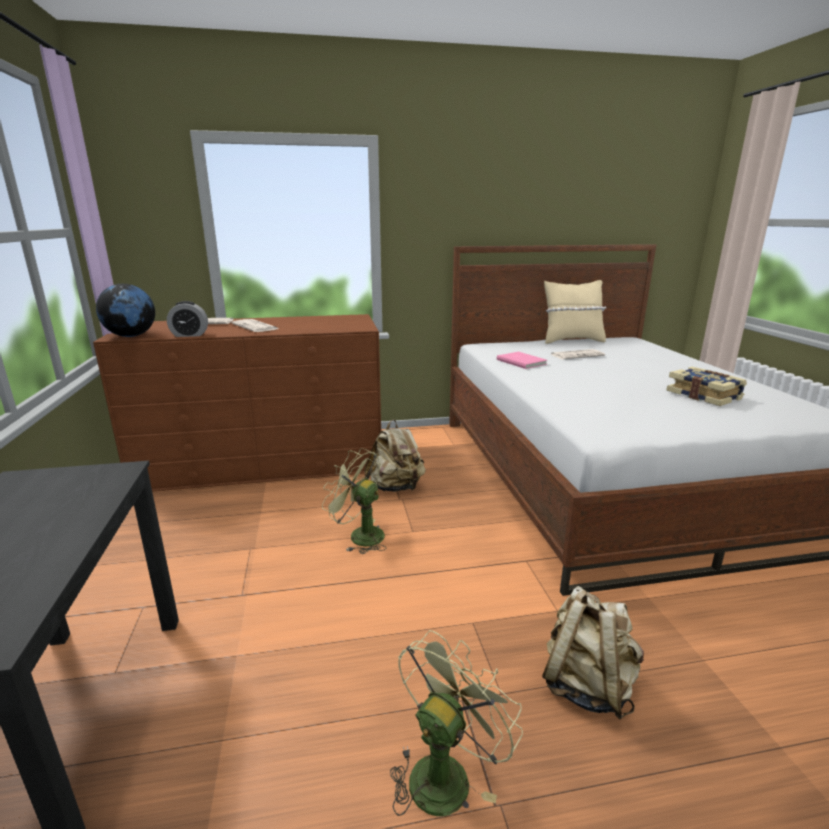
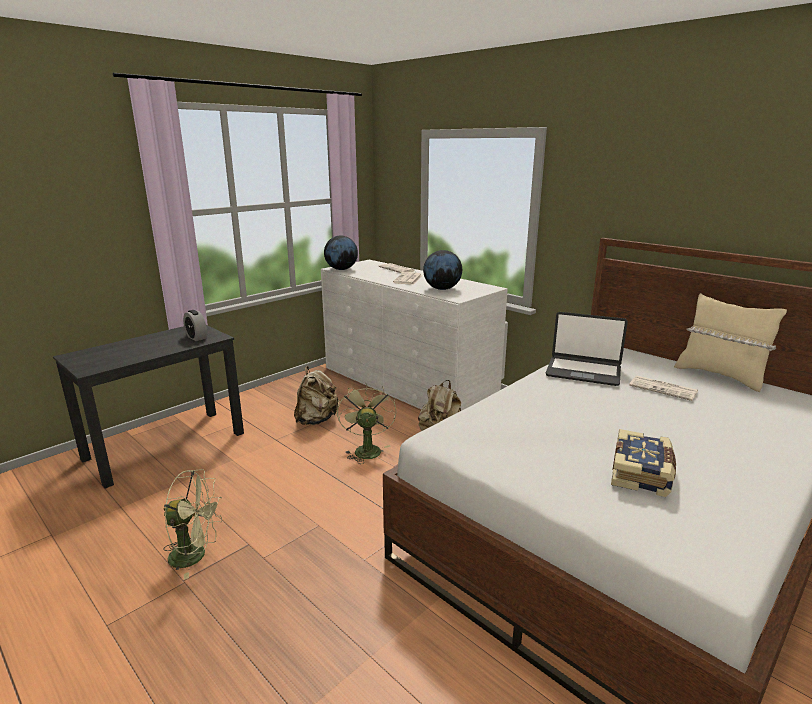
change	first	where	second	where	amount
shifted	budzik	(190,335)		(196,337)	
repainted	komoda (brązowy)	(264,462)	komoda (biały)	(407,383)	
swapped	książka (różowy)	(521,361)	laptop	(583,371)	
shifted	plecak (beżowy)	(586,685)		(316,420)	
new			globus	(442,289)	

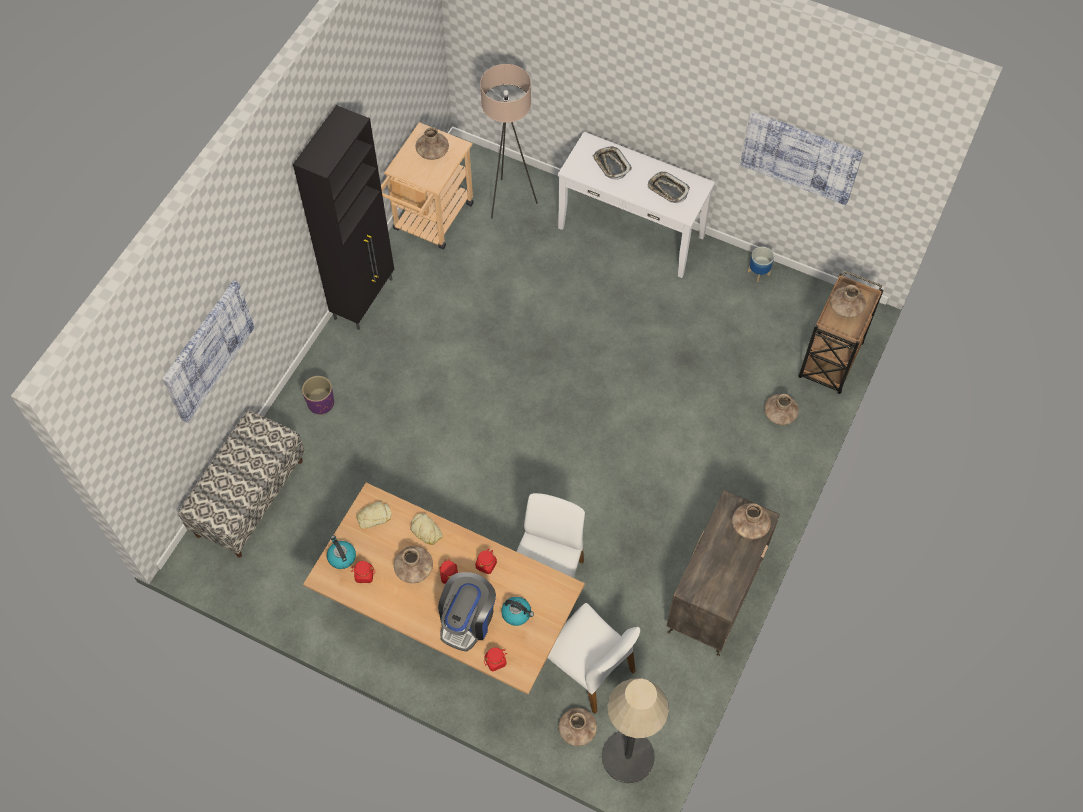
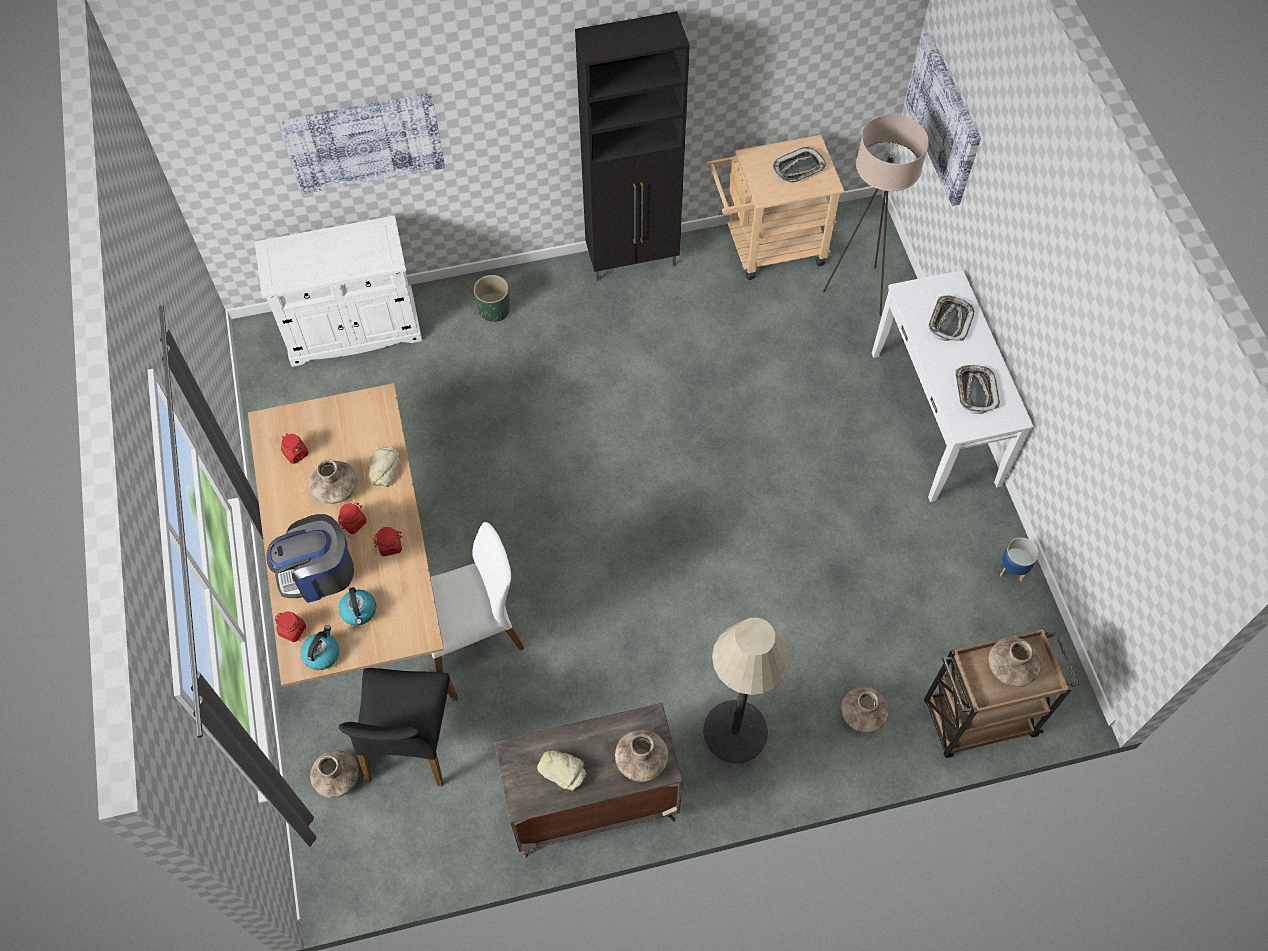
change	first	where	second	where	amount
shifted	obraz	(801,156)		(945,118)	
swapped	wazon (brązowy)	(432,152)	taca	(799,168)	
repainted	donica (fioletowy)	(320,403)	donica (zielony)	(494,309)	
swapped	ławka	(249,497)	szafka (biały)	(353,329)	
shifted	chleb	(374,516)		(562,770)	
shifted	czajnik	(341,557)		(322,653)	
repainted	krzesło (biały)	(588,668)	krzesło (czarny)	(410,740)	
shifted	lampa stojąca	(627,756)		(735,731)	

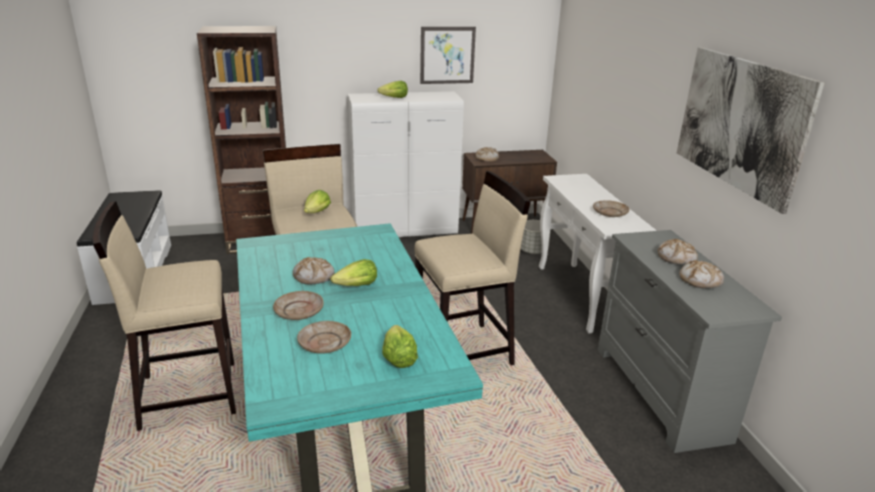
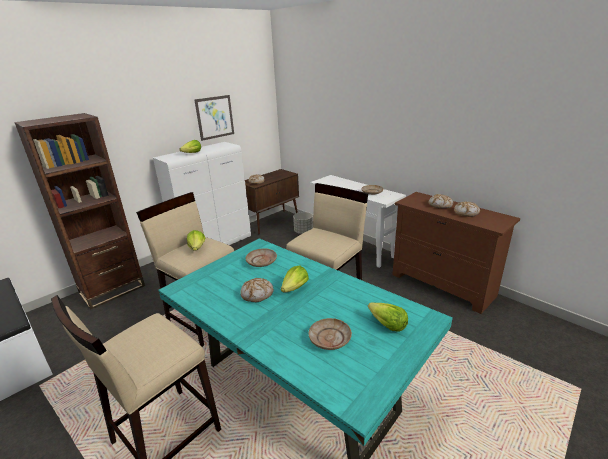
change	first	where	second	where	amount
gone	obraz	(740,123)			
repainted	komoda (szary)	(660,392)	komoda (brązowy)	(442,285)	
shifted	talerz (beżowy)	(299,311)		(261,261)	

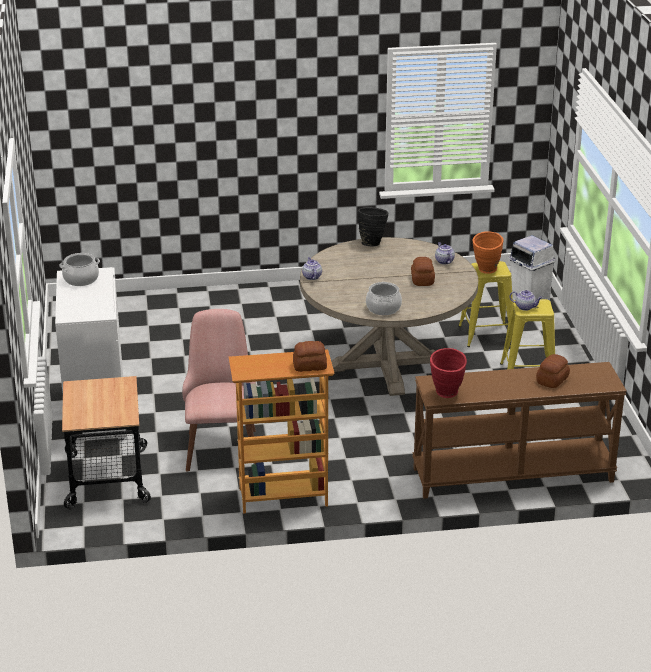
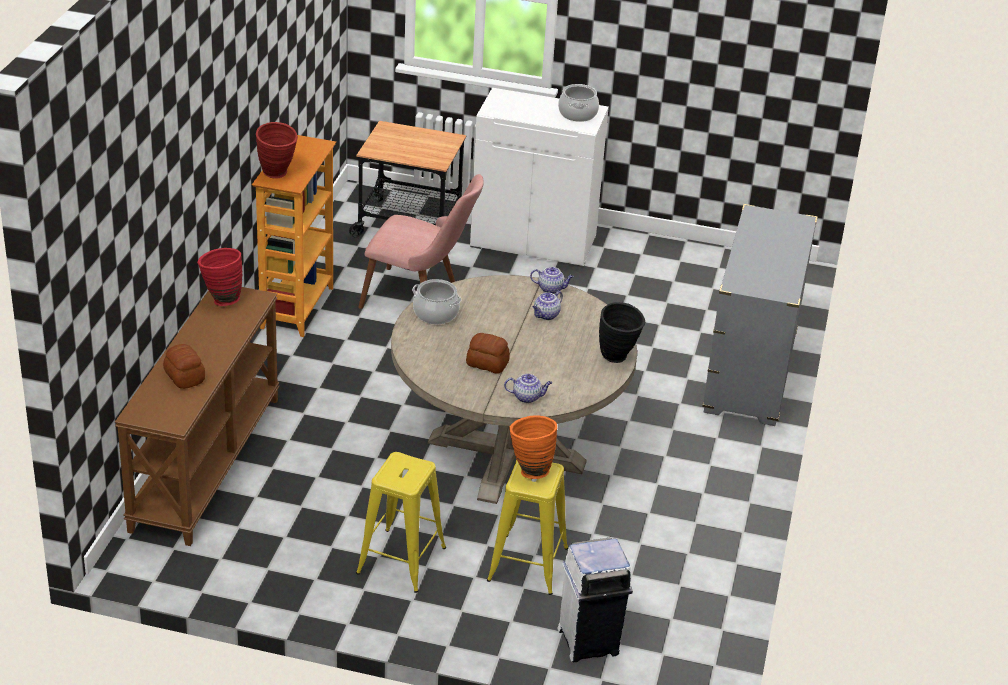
change	first	where	second	where	amount
shifted	imbryk	(525,307)		(546,315)	
swapped	chleb	(309,366)	wazon (czerwony)	(278,175)	
new			komoda (szary)	(750,373)	

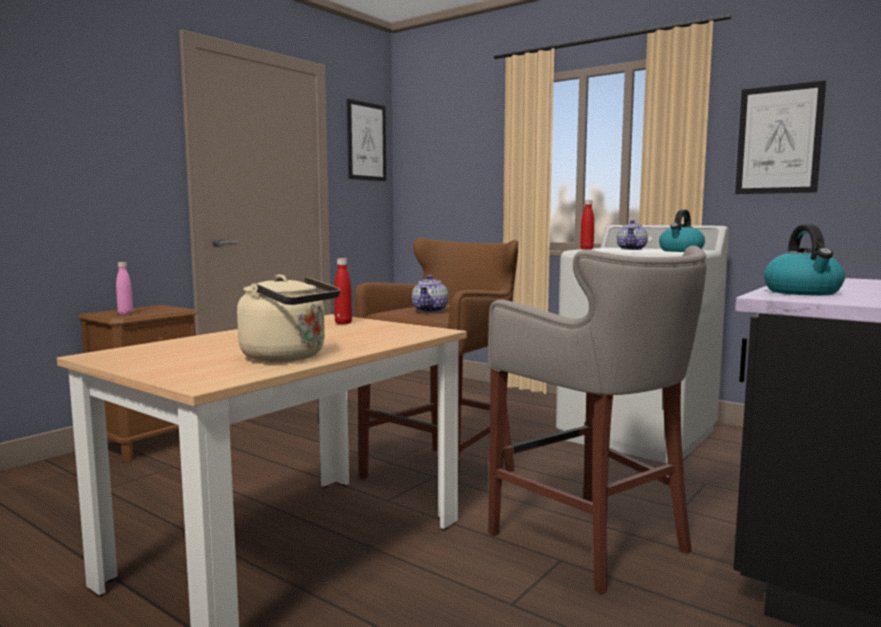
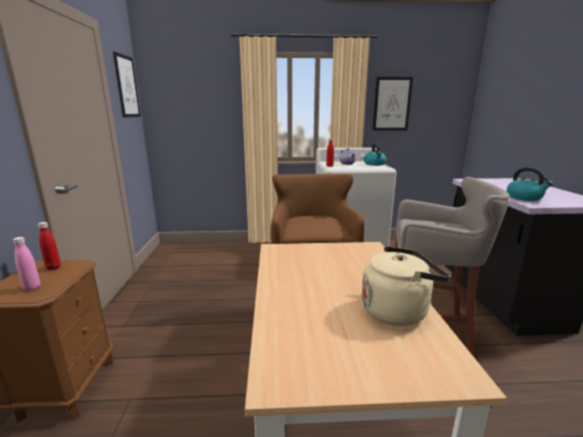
change	first	where	second	where	amount
shifted	butelka (czerwony)	(343,323)		(53,267)	
gone	imbryk	(430,310)			

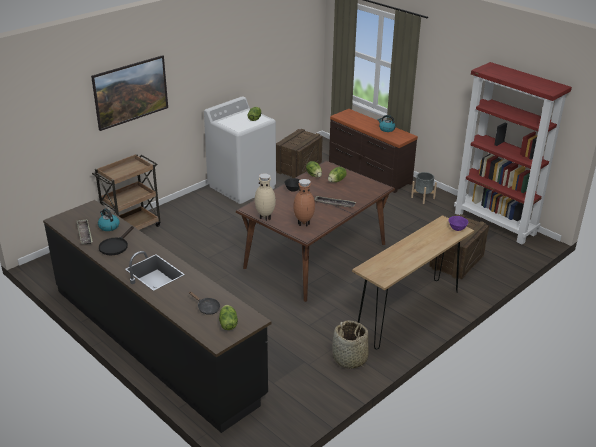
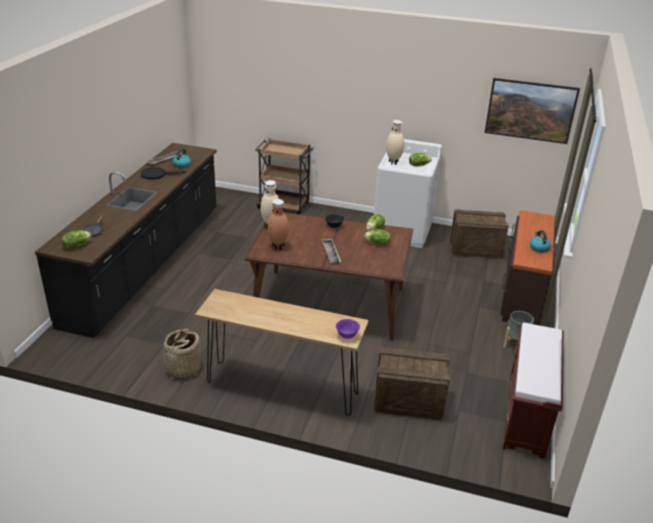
change	first	where	second	where	amount
shifted	obraz	(132,105)		(527,124)	
swapped	regał (czerwony)	(495,223)	ławka (brązowy)	(526,416)	
new			wazon (beżowy)	(394,162)	

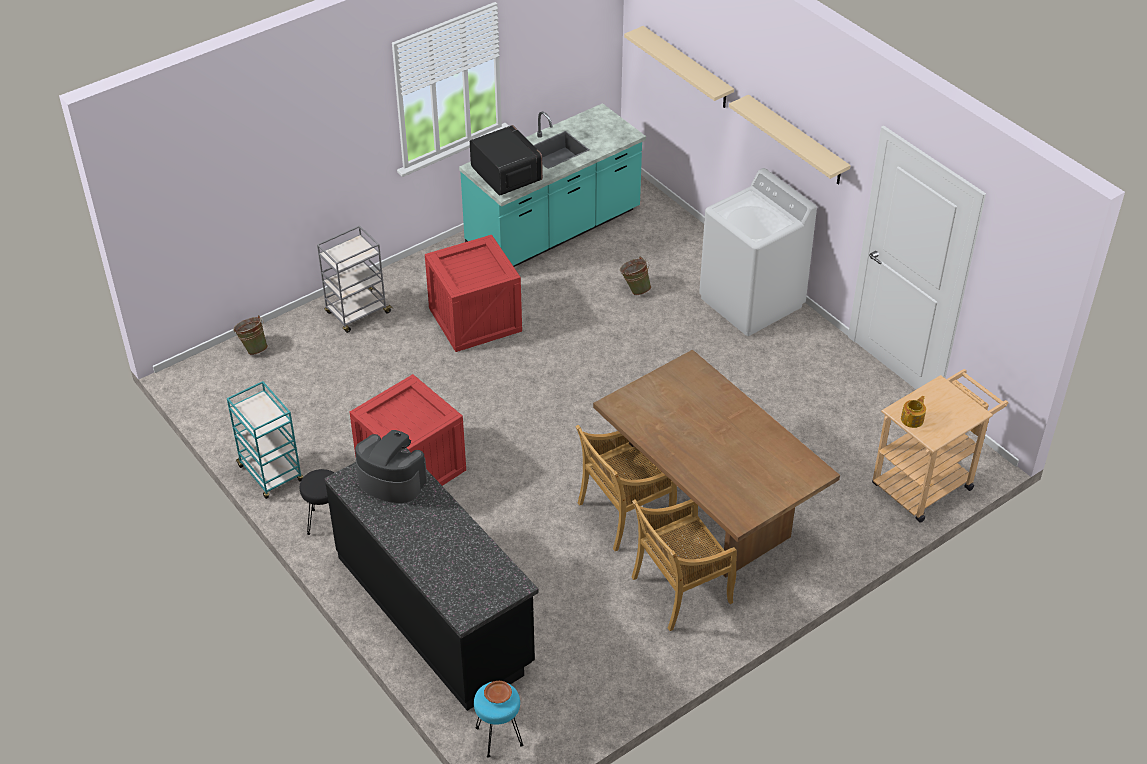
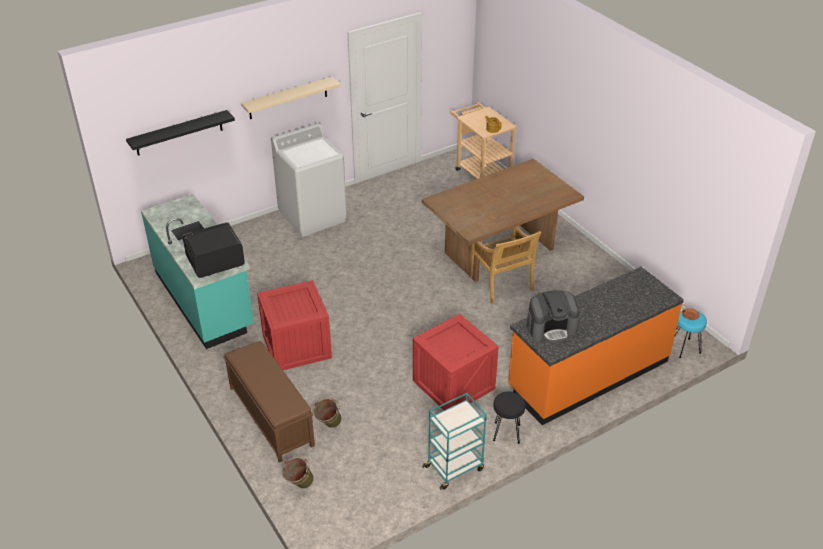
change	first	where	second	where	amount
repainted	półka (beżowy)	(687,68)	półka (czarny)	(179,133)	
swapped	wózek (szary)	(357,313)	ławka (brązowy)	(270,416)	
shifted	wiadro (zielony)	(635,289)		(328,425)	
rotated	ekspres do kawy	(391,480)		(551,328)	135 degrees counterclockwise
repainted	zabudowa kuchenna (czarny)	(435,610)	zabudowa kuchenna (pomarańczowy)	(587,374)	
gone	krzesło (beżowy)	(680,591)			

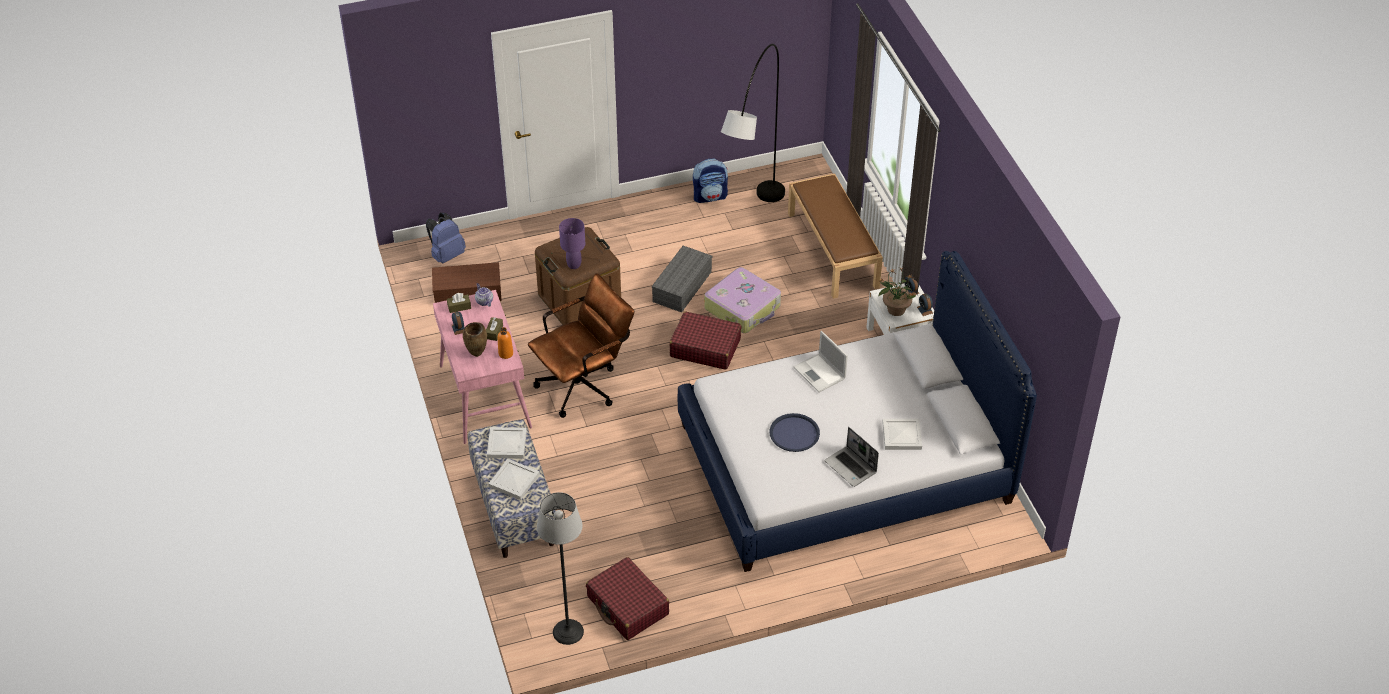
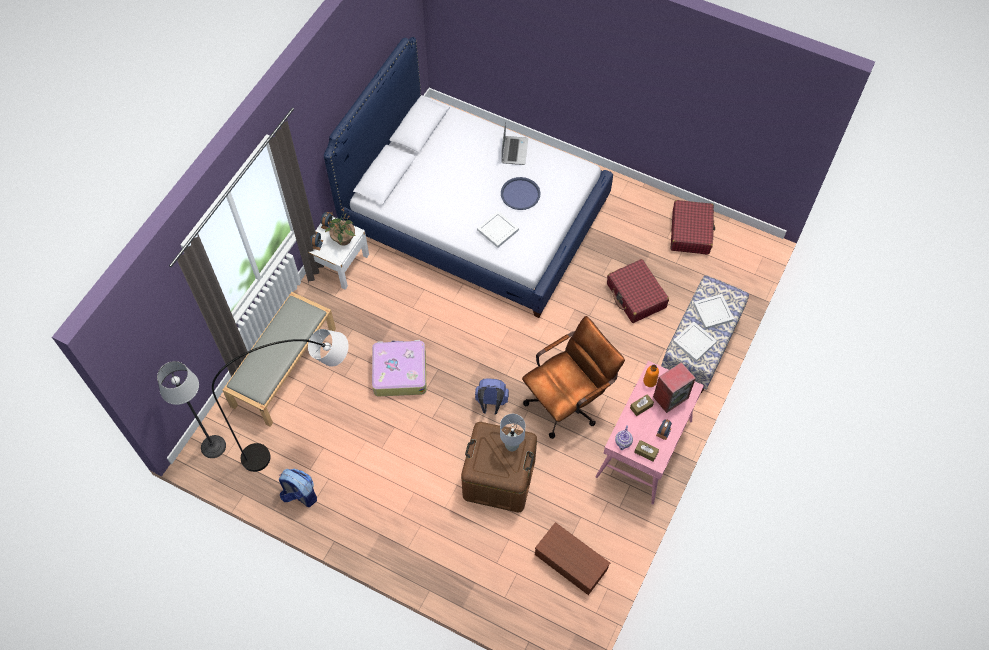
change	first	where	second	where	amount
repainted	ławka (brązowy)	(833,250)	ławka (szary)	(284,366)	
shifted	plecak (niebieski)	(446,255)		(491,404)	
repainted	lampa stołowa (fioletowy)	(574,265)	lampa stołowa (szary)	(511,446)	
gone	pojemnik do przechowywania (szary)	(682,285)			
rotated	krzesło biurowe (brązowy)	(584,384)		(568,401)	135 degrees clockwise
shifted	walizka (czerwony)	(705,348)		(636,296)	
swapped	wazon (brązowy)	(477,355)	głośnik	(670,397)	
gone	laptop	(820,373)			
shifted	taca (biały)	(902,435)		(497,230)	
shifted	lampa stojąca	(568,632)		(213,446)	

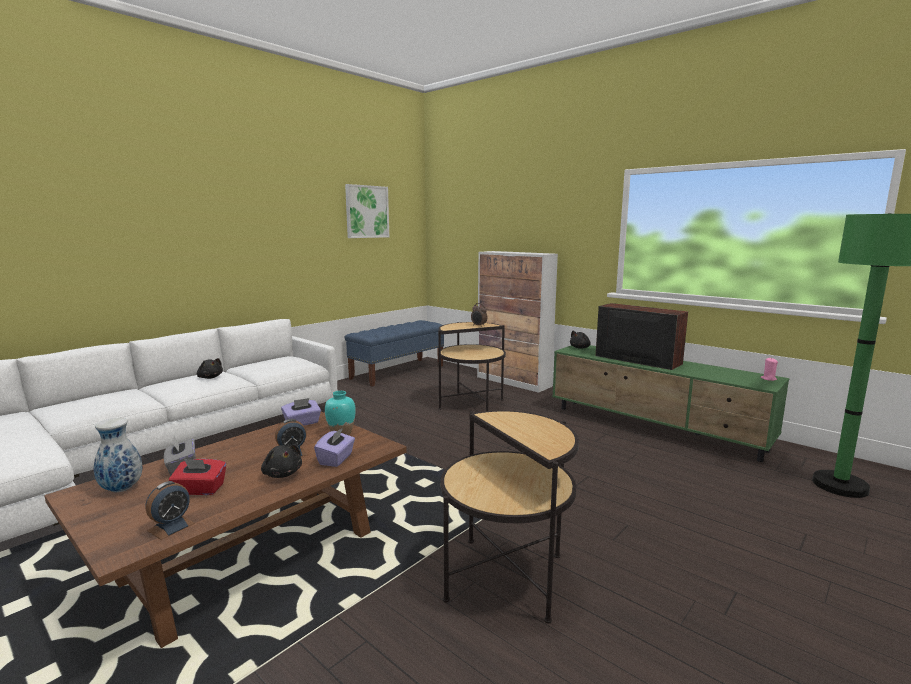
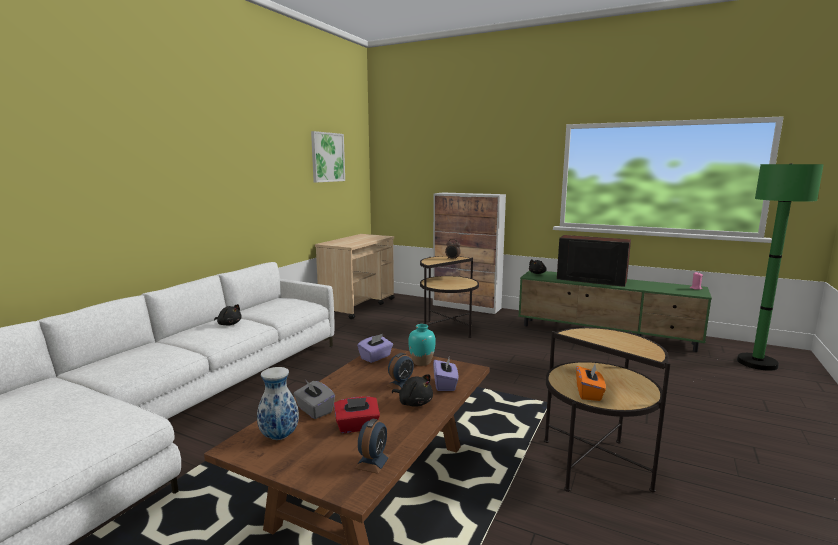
change	first	where	second	where	amount
swapped	ławka (niebieski)	(398,372)	wózek (beżowy)	(358,306)	
new			pudełko chusteczek (pomarańczowy)	(589,393)	

